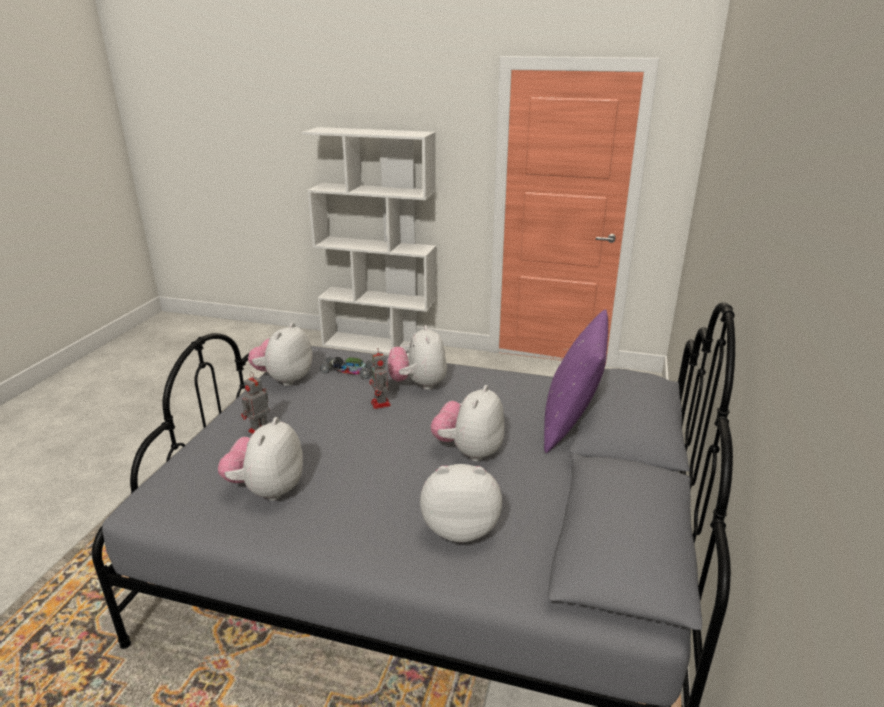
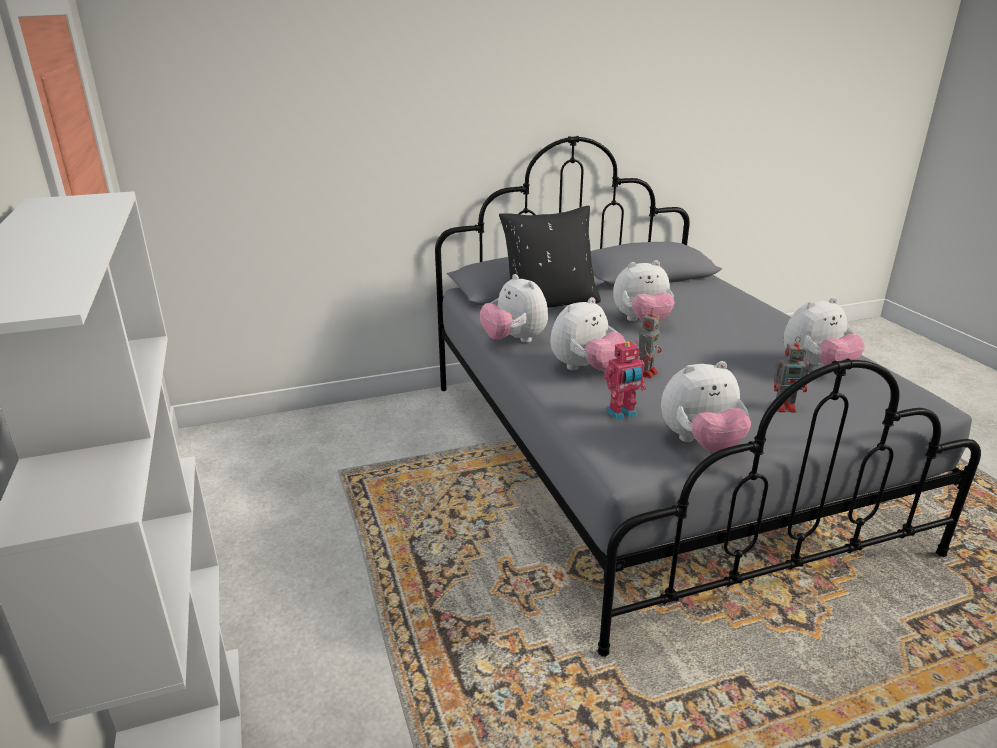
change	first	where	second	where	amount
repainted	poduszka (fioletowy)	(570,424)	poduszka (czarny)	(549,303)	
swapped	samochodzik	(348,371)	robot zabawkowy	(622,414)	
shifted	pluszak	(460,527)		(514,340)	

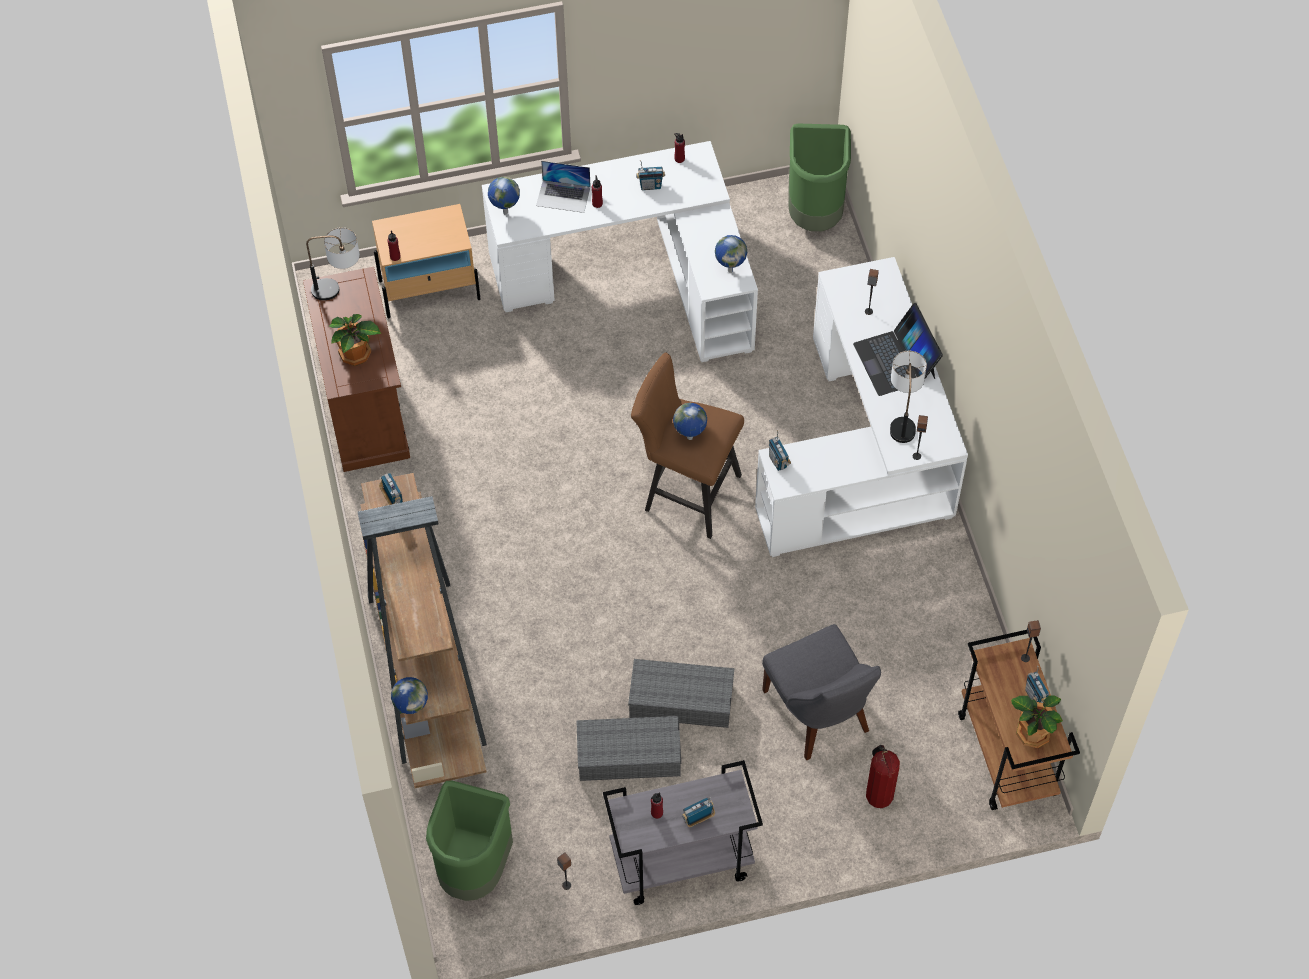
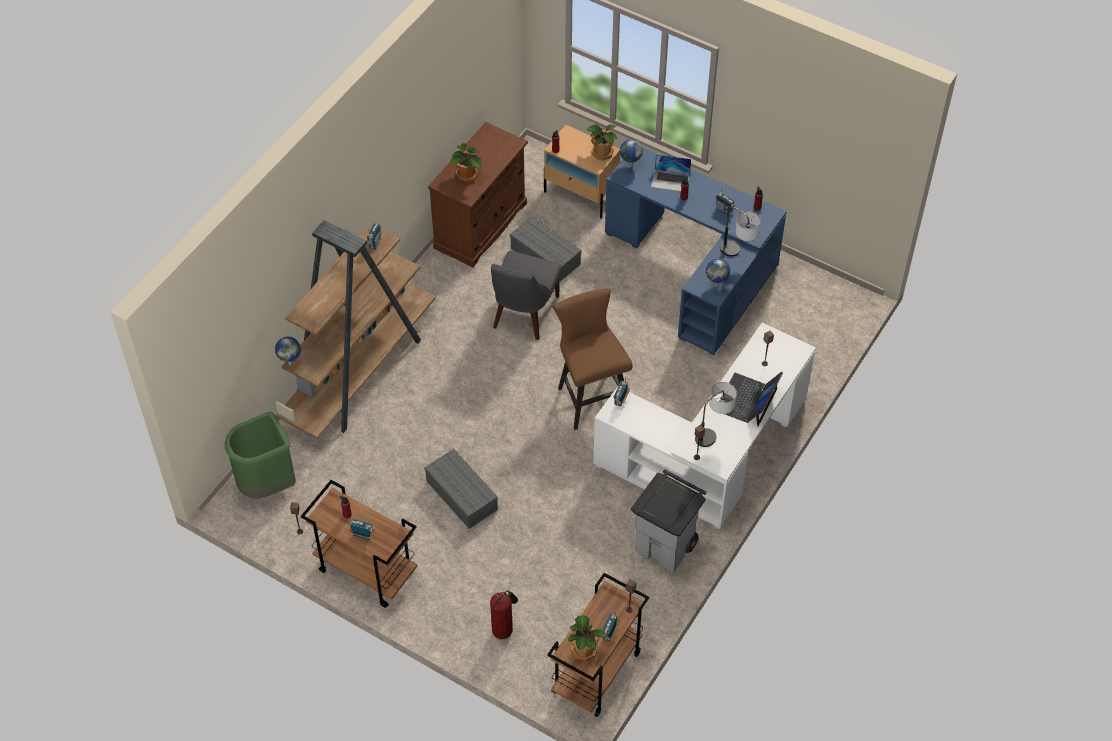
change	first	where	second	where	amount
gone	kosz na śmieci (zielony)	(815,214)			
repainted	biurko (biały)	(636,277)	biurko (niebieski)	(697,269)	
rotated	laptop	(563,196)		(670,180)	45 degrees counterclockwise
shifted	lampa stołowa	(339,289)		(737,254)	
gone	globus	(690,438)			
shifted	krzesło (szary)	(818,714)		(524,314)	
shifted	pojemnik do przechowywania (szary)	(630,754)		(546,256)	
repainted	wózek (szary)	(680,863)	wózek (brązowy)	(365,571)	
new			roślina doniczkowa	(602,153)	
new			kosz na śmieci (szary)	(666,547)	

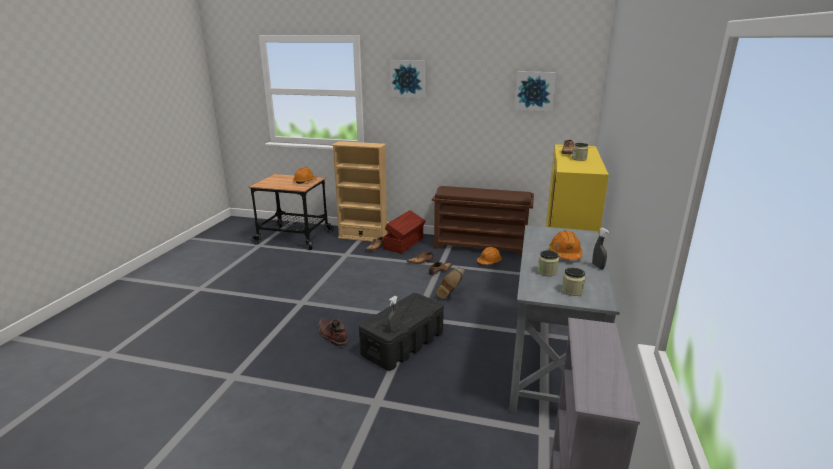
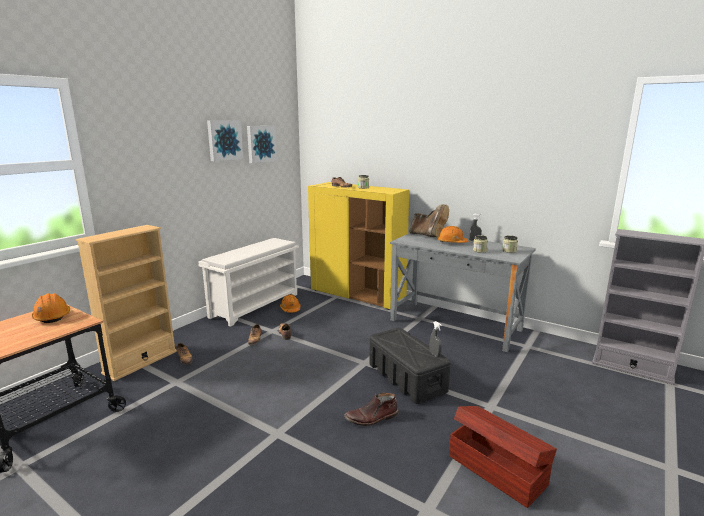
change	first	where	second	where	amount
shifted	obraz	(408,78)		(224,140)	
repainted	regał na buty (brązowy)	(481,246)	regał na buty (biały)	(255,305)	
shifted	pojemnik do przechowywania (brązowy)	(404,243)		(496,468)	
shifted	but z cholewką (brązowy)	(451,294)		(428,236)	

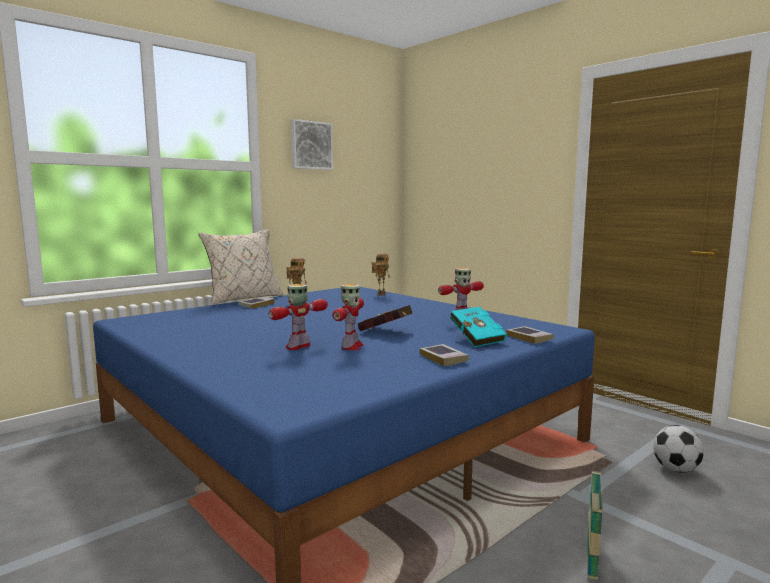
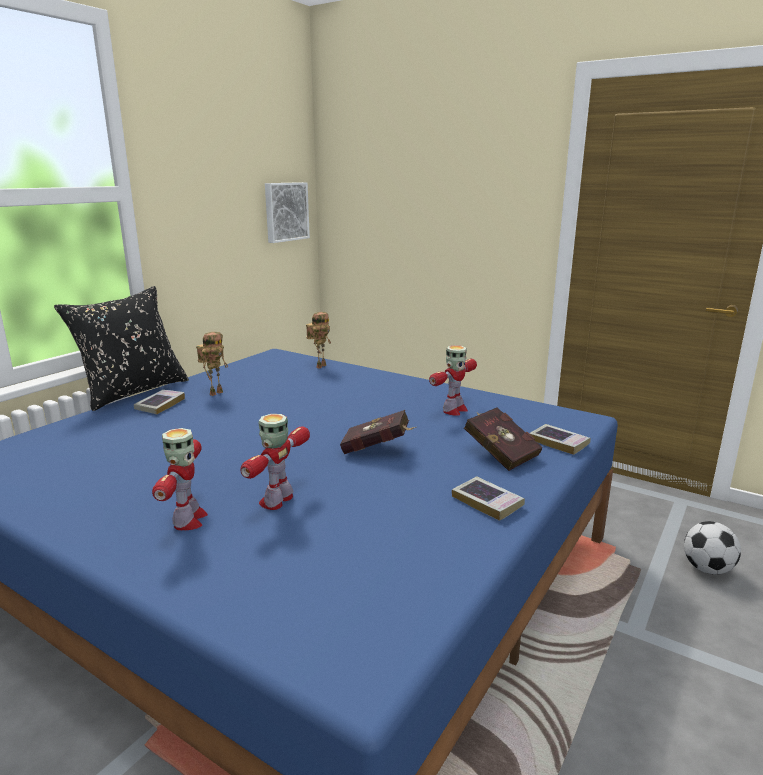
change	first	where	second	where	amount
shifted	obraz	(310,145)		(285,211)	
repainted	poduszka (beżowy)	(243,299)	poduszka (czarny)	(133,392)	
shifted	robot zabawkowy	(351,347)		(188,520)	
repainted	książka (turkusowy)	(476,339)	książka (czerwony)	(499,453)	
gone	koszyk	(591,559)			

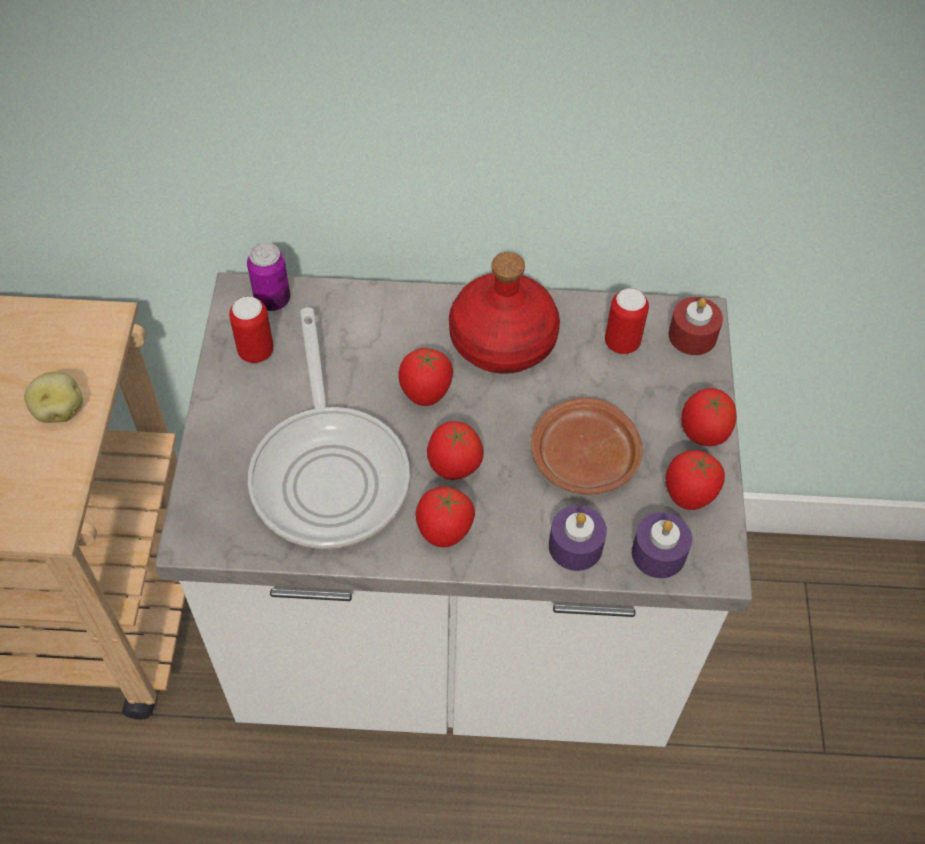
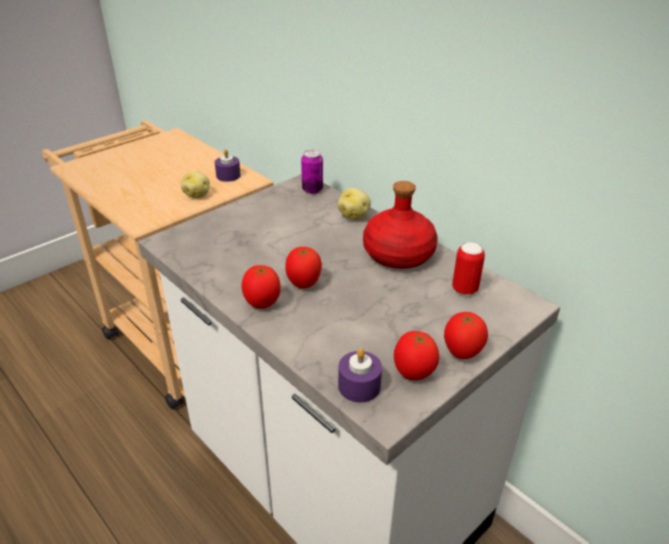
change	first	where	second	where	amount
gone	puszka	(256,351)			
gone	świeca (czerwony)	(692,335)			
gone	patelnia	(330,471)			
gone	pomidor	(426,395)			
gone	talerz (brązowy)	(584,459)			
shifted	świeca (fioletowy)	(575,546)		(228,175)	
new			ziemniak	(354,215)	

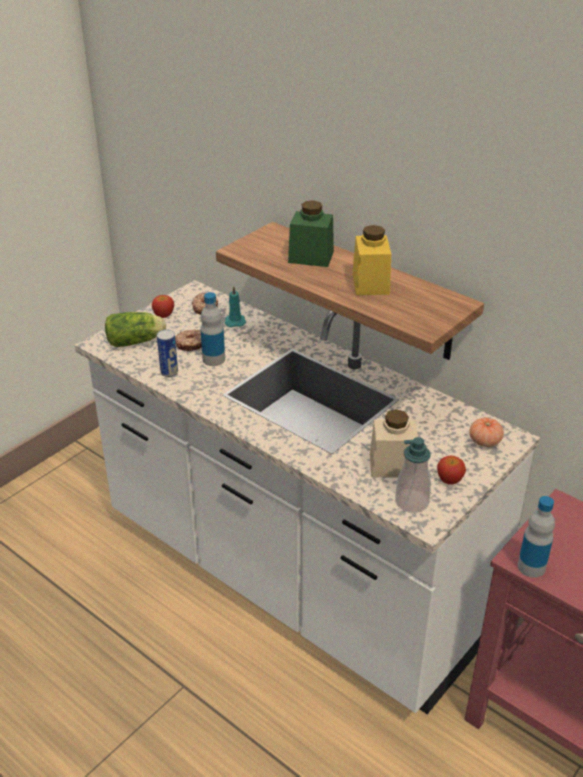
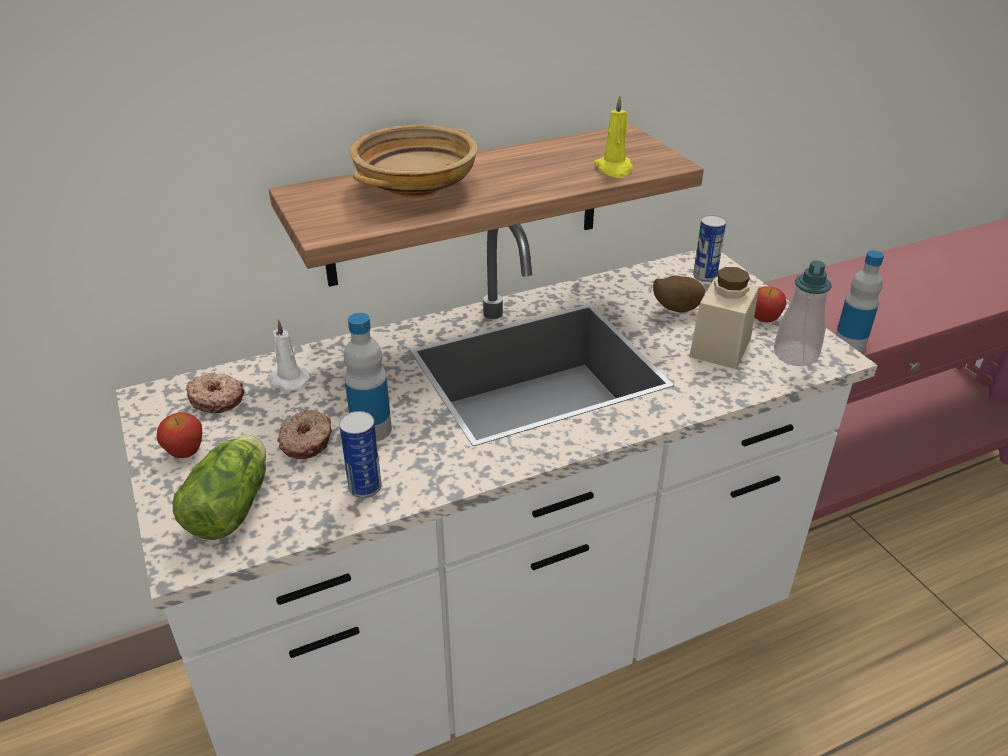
change	first	where	second	where	amount
swapped	słoik (zielony)	(311,257)	miska (beżowy)	(416,185)	
gone	słoik (żółty)	(370,284)			
repainted	świeca (turkusowy)	(235,321)	świeca (biały)	(287,380)	
swapped	pomidor	(485,441)	puszka	(704,276)	
new			świeca (żółty)	(614,169)	
new			ziemniak	(674,309)	

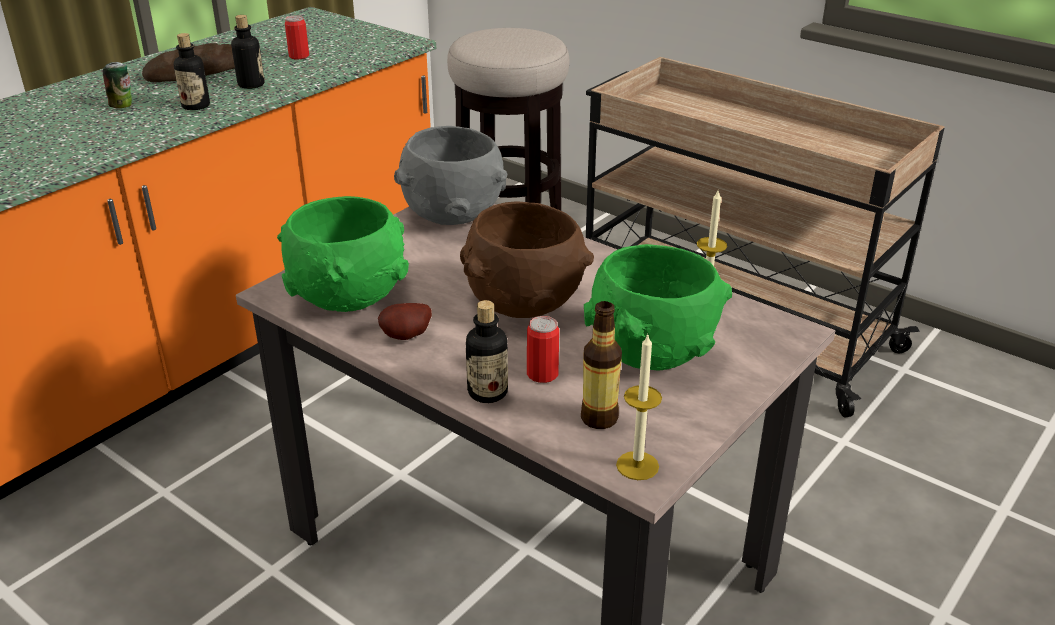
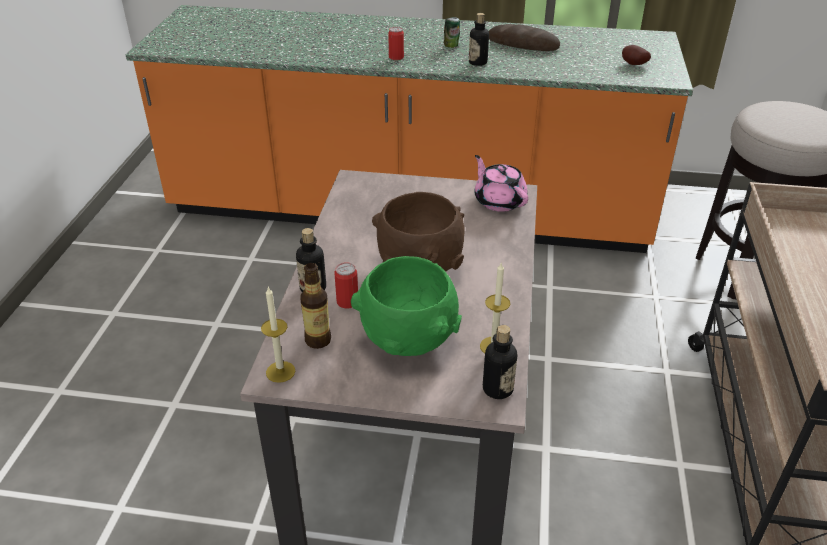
change	first	where	second	where	amount
shifted	butelka	(251,84)		(497,389)	
shifted	puszka	(299,56)		(396,57)	
swapped	miska (szary)	(452,216)	imbryk (różowy)	(499,201)	
gone	miska (zielony)	(349,298)			
shifted	ziemniak	(407,337)		(633,65)	

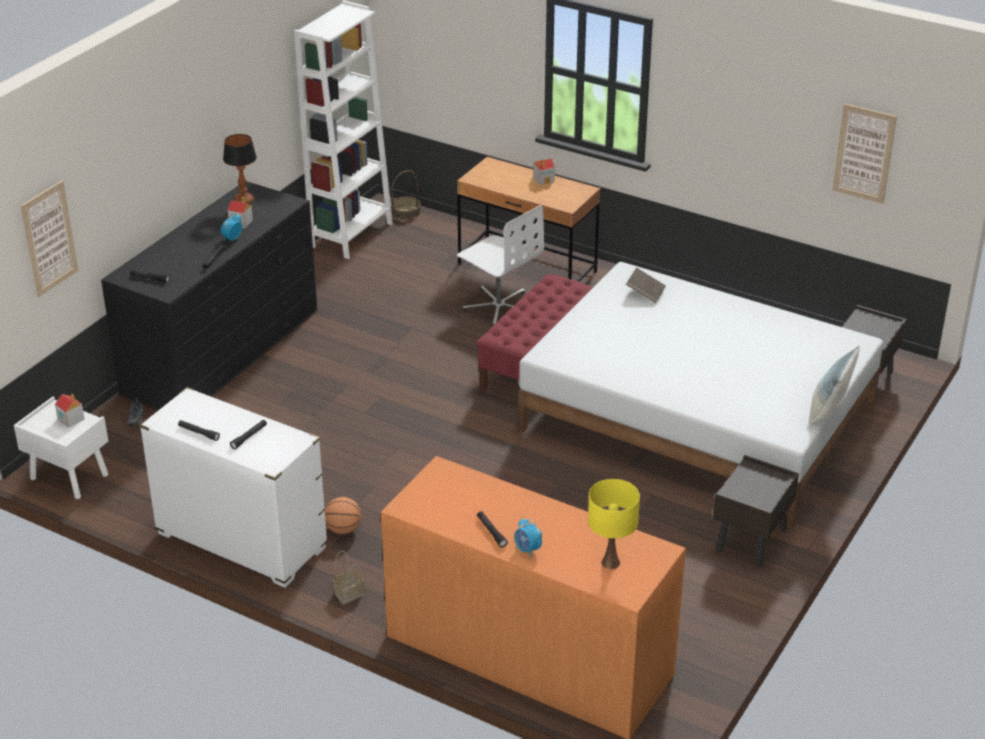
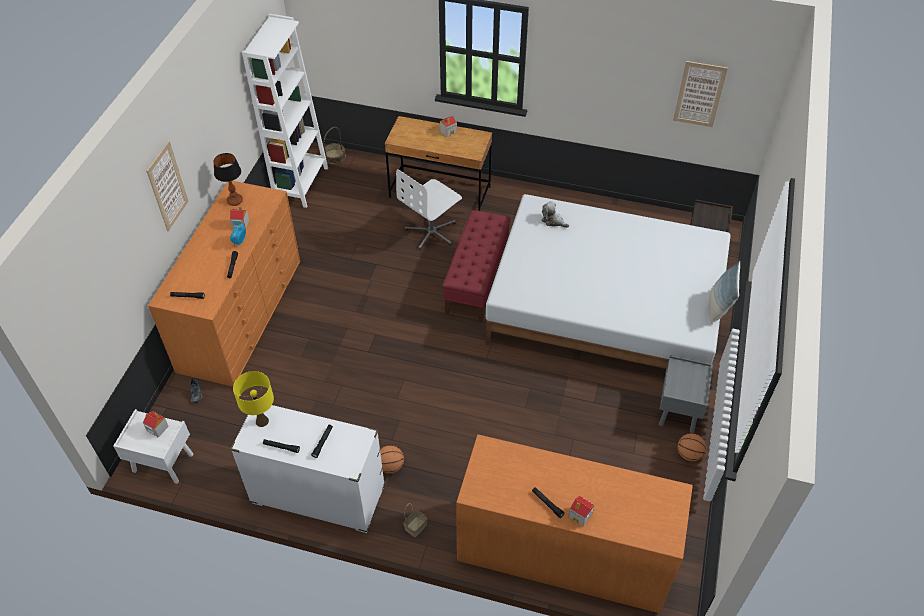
change	first	where	second	where	amount
shifted	obraz	(49,238)		(167,186)	
repainted	komoda (czarny)	(222,351)	komoda (pomarańczowy)	(241,314)	
rotated	krzesło biurowe (biały)	(499,307)		(432,232)	105 degrees clockwise
swapped	książka (brązowy)	(645,293)	pluszak	(553,221)	
repainted	szafka nocna (brązowy)	(751,541)	szafka nocna (szary)	(679,410)	
shifted	lampa stołowa (żółty)	(610,563)		(262,421)	
swapped	budzik	(527,549)	domek	(580,515)	
new			piłka do koszykówki	(689,454)	

